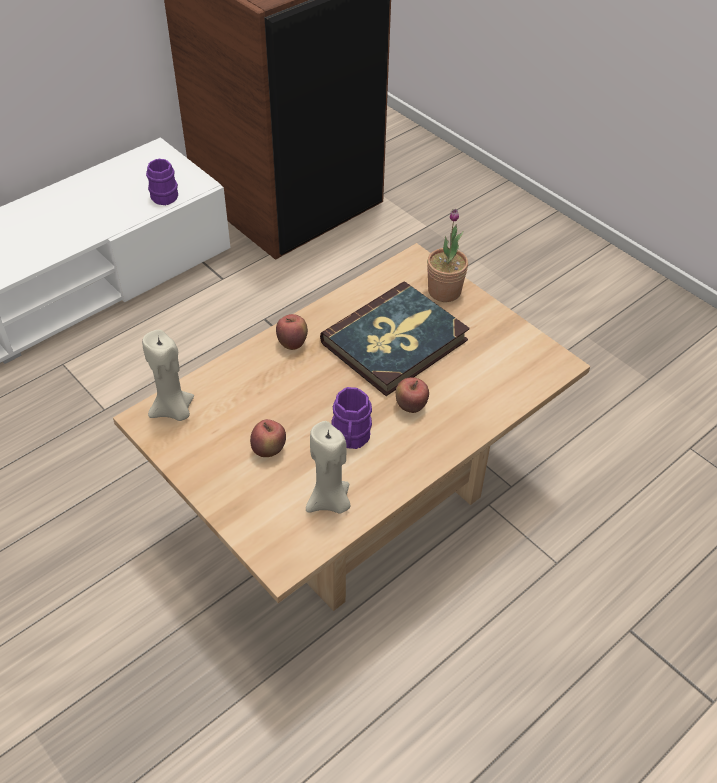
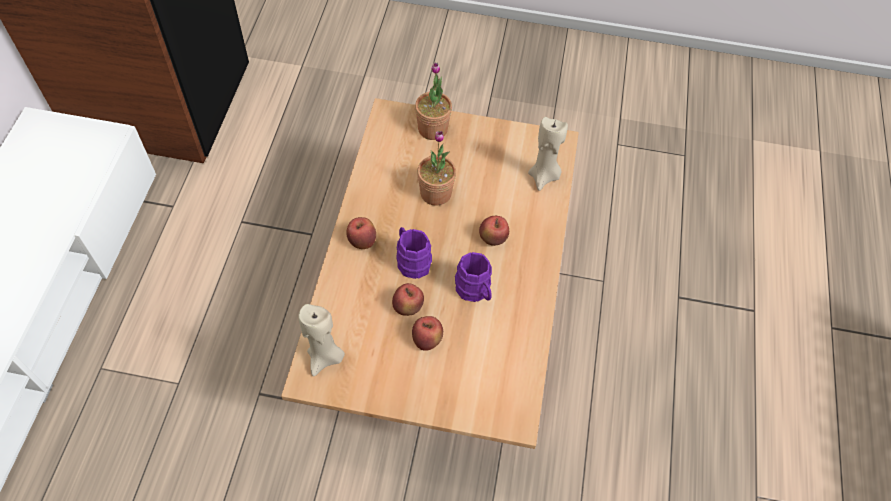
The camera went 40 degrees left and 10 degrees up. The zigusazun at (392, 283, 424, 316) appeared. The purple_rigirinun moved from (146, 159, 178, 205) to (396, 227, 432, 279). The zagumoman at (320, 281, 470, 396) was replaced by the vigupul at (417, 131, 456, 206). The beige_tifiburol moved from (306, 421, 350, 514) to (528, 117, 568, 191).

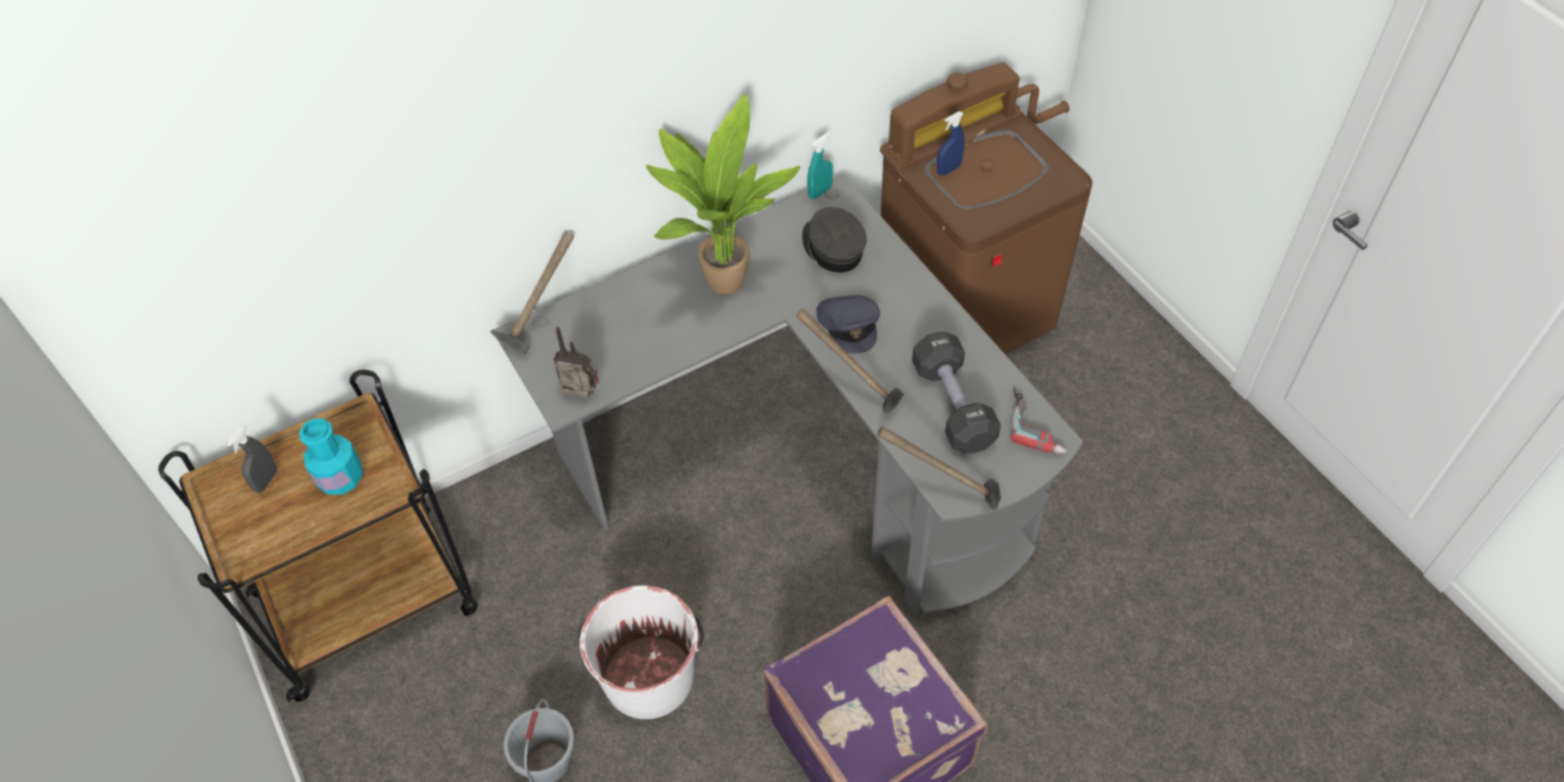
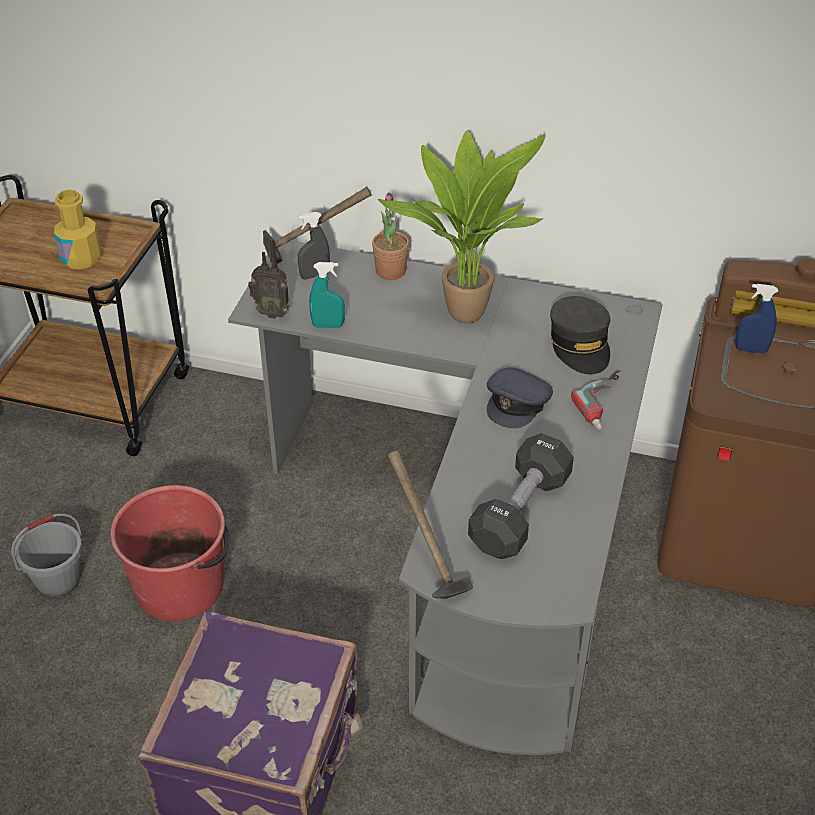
The camera went 45 degrees right and 10 degrees down. The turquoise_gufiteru at (299, 418, 363, 495) became the yellow_gufiteru at (54, 189, 101, 269). The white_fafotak at (578, 585, 704, 719) became the red_fafotak at (110, 485, 230, 621). The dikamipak at (554, 327, 599, 398) turned 135 degrees clockwise. The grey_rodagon moved from (227, 425, 277, 493) to (298, 212, 330, 280). The turquoise_rodagon moved from (807, 132, 833, 199) to (309, 262, 345, 328). The vigupul at (372, 192, 409, 280) appeared. The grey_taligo at (802, 207, 867, 273) turned 150 degrees clockwise. The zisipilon moved from (1010, 387, 1066, 454) to (571, 371, 620, 430). The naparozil at (796, 309, 904, 414) disappeared.

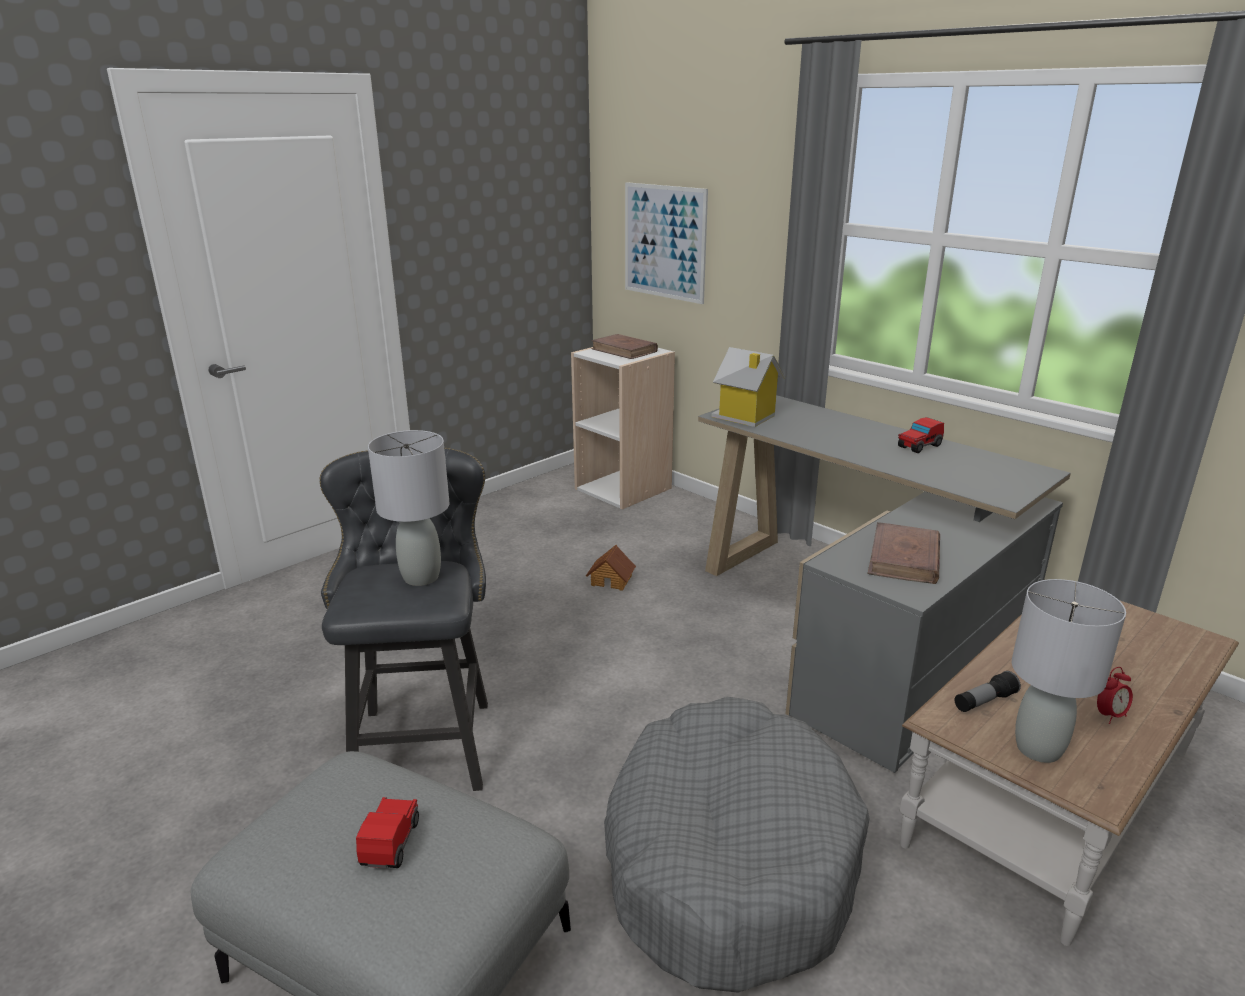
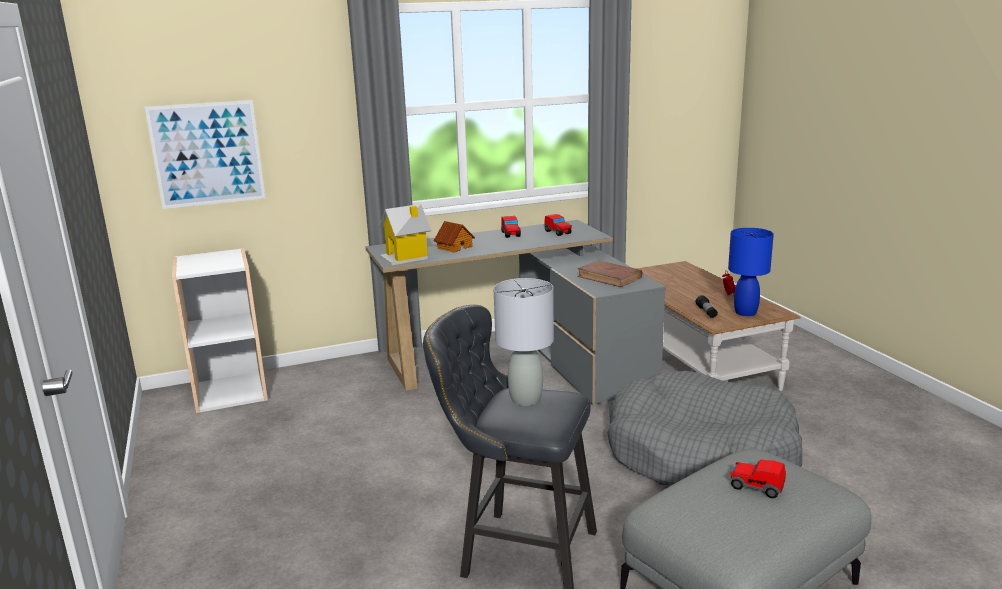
The camera went 65 degrees left and 5 degrees down. The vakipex moved from (586, 545, 636, 591) to (434, 221, 475, 253). The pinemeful at (544, 214, 572, 236) appeared. The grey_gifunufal at (1012, 579, 1126, 763) became the blue_gifunufal at (728, 228, 774, 316). The brown_zagumoman at (591, 334, 658, 359) disappeared.

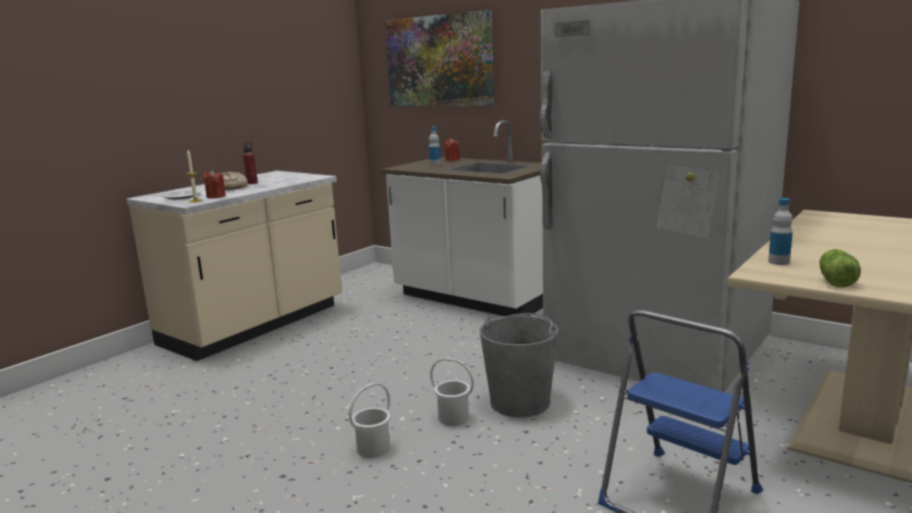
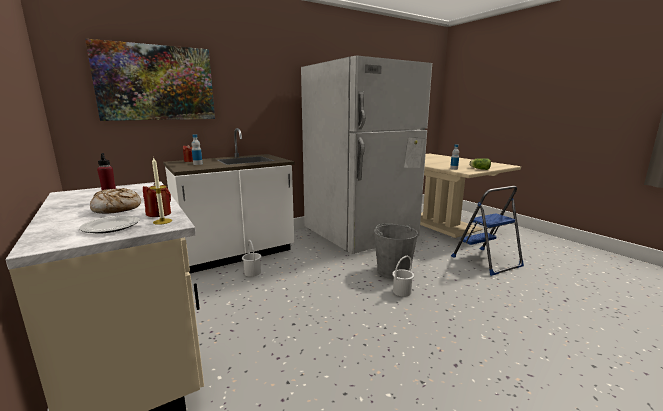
The camera went 70 degrees left and 0 degrees up. The white_fafotak moved from (349, 383, 391, 458) to (242, 240, 261, 277).

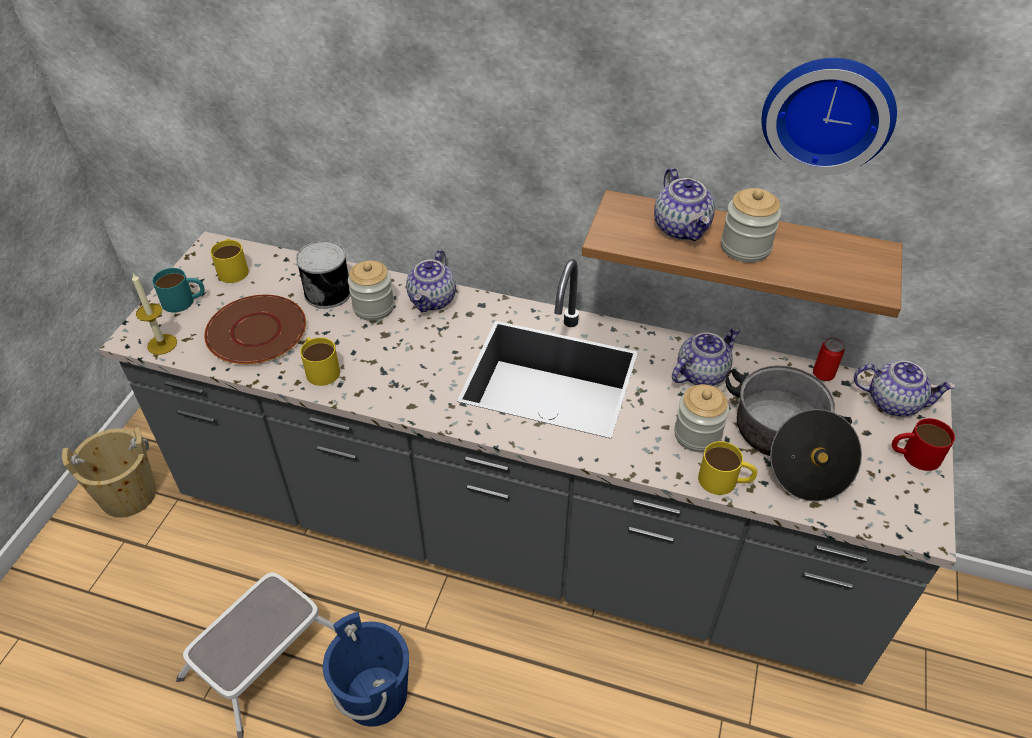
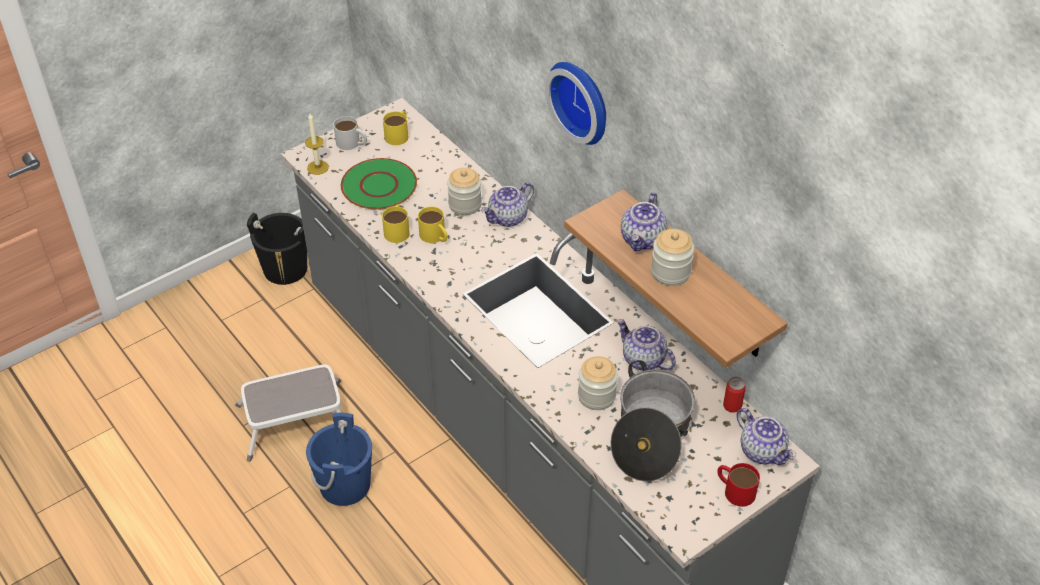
The camera went 35 degrees right and 0 degrees up. The beige_fafotak at (62, 427, 156, 517) became the black_fafotak at (247, 212, 307, 285). The turquoise_rigirinun at (152, 268, 204, 313) became the white_rigirinun at (333, 116, 367, 150). The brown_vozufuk at (204, 295, 306, 364) became the green_vozufuk at (341, 158, 417, 210). The yellow_rigirinun moved from (698, 441, 757, 495) to (418, 207, 447, 243). The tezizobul moved from (762, 58, 897, 175) to (545, 62, 606, 145). The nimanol at (672, 327, 740, 386) turned 135 degrees counterclockwise. The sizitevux at (296, 241, 351, 309) disappeared.

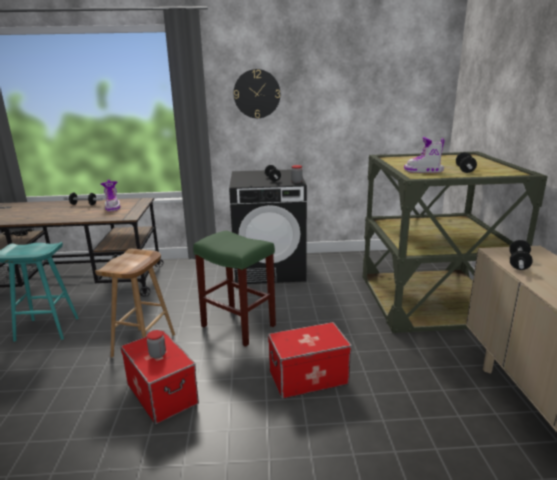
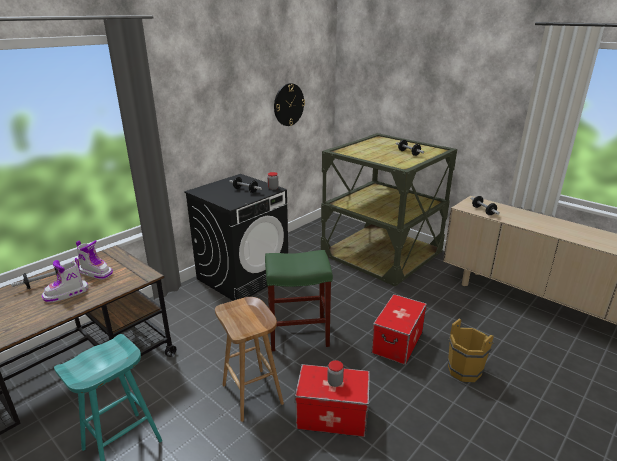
The camera went 45 degrees left and 5 degrees up. The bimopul moved from (404, 137, 444, 173) to (42, 258, 88, 303). The tezizobul moved from (234, 69, 280, 118) to (274, 83, 305, 126). The brown_fafotak at (447, 318, 494, 382) appeared.

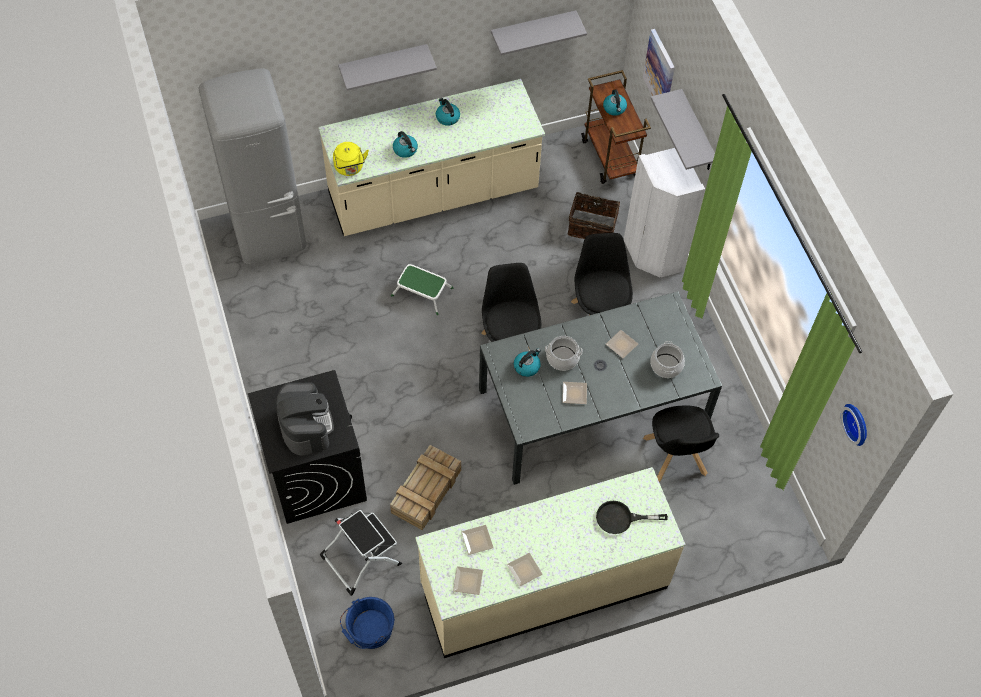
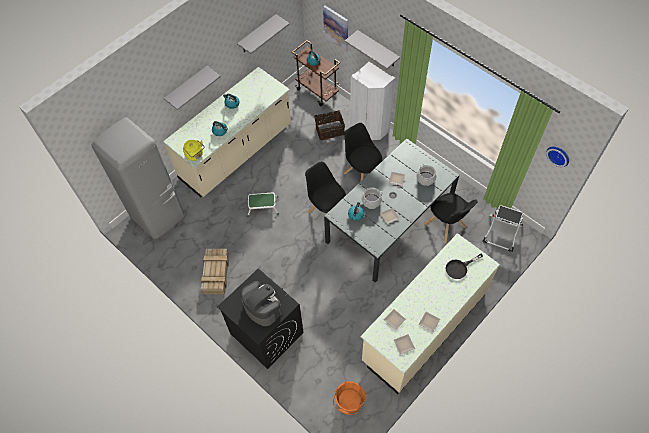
The camera went 25 degrees left and 0 degrees up. The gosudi moved from (390, 445, 461, 530) to (201, 249, 229, 295). The blue_fafotak at (340, 597, 395, 649) became the orange_fafotak at (333, 381, 365, 415). The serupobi moved from (320, 510, 402, 596) to (482, 205, 523, 252).

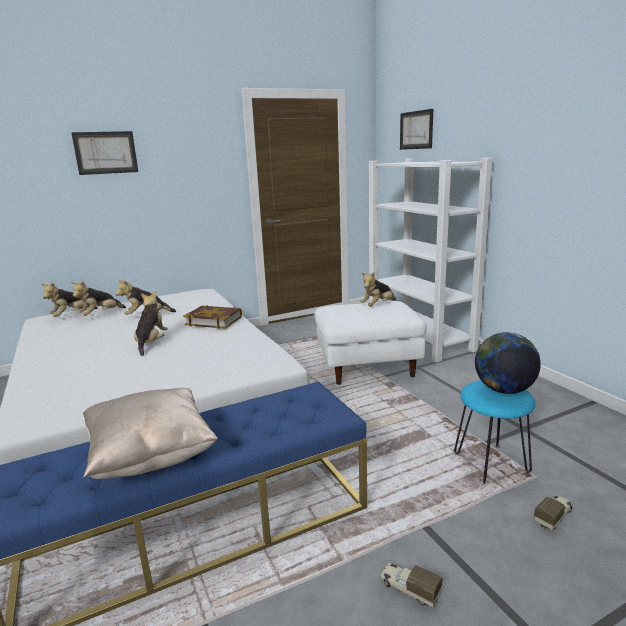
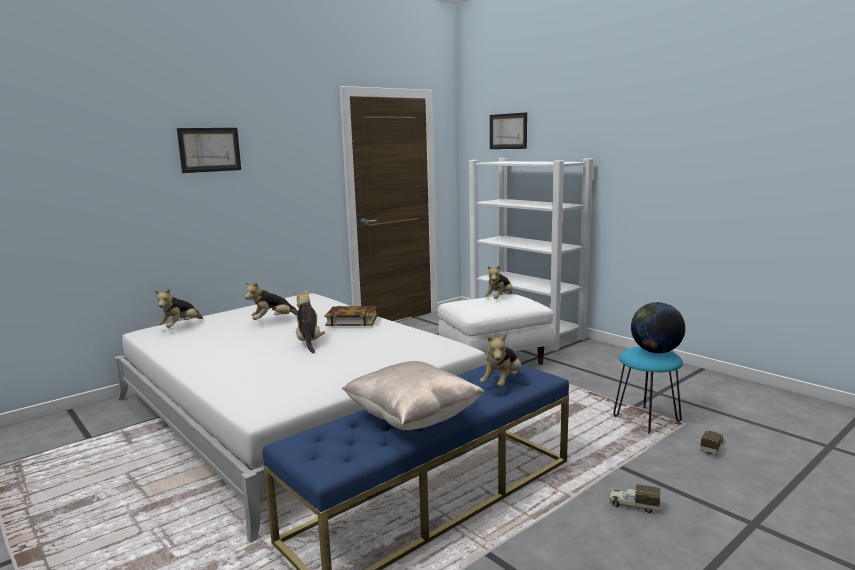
The camera went 15 degrees left and 5 degrees down. The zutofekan moved from (71, 281, 126, 316) to (480, 334, 521, 387).

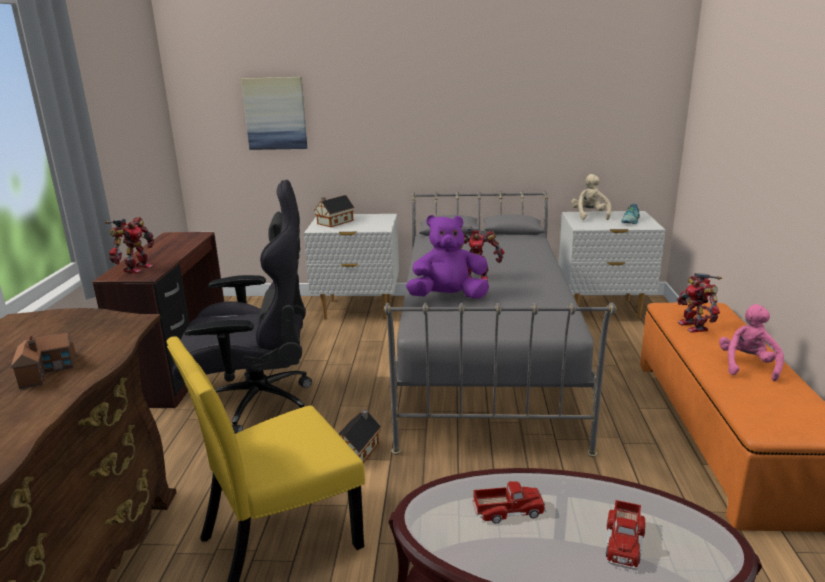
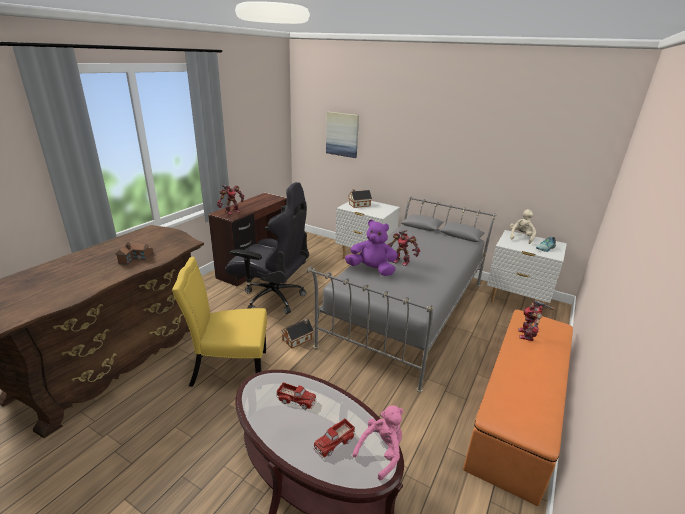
The camera went 25 degrees right and 5 degrees up. The pink_zutofekan moved from (719, 304, 784, 381) to (352, 405, 404, 480).

